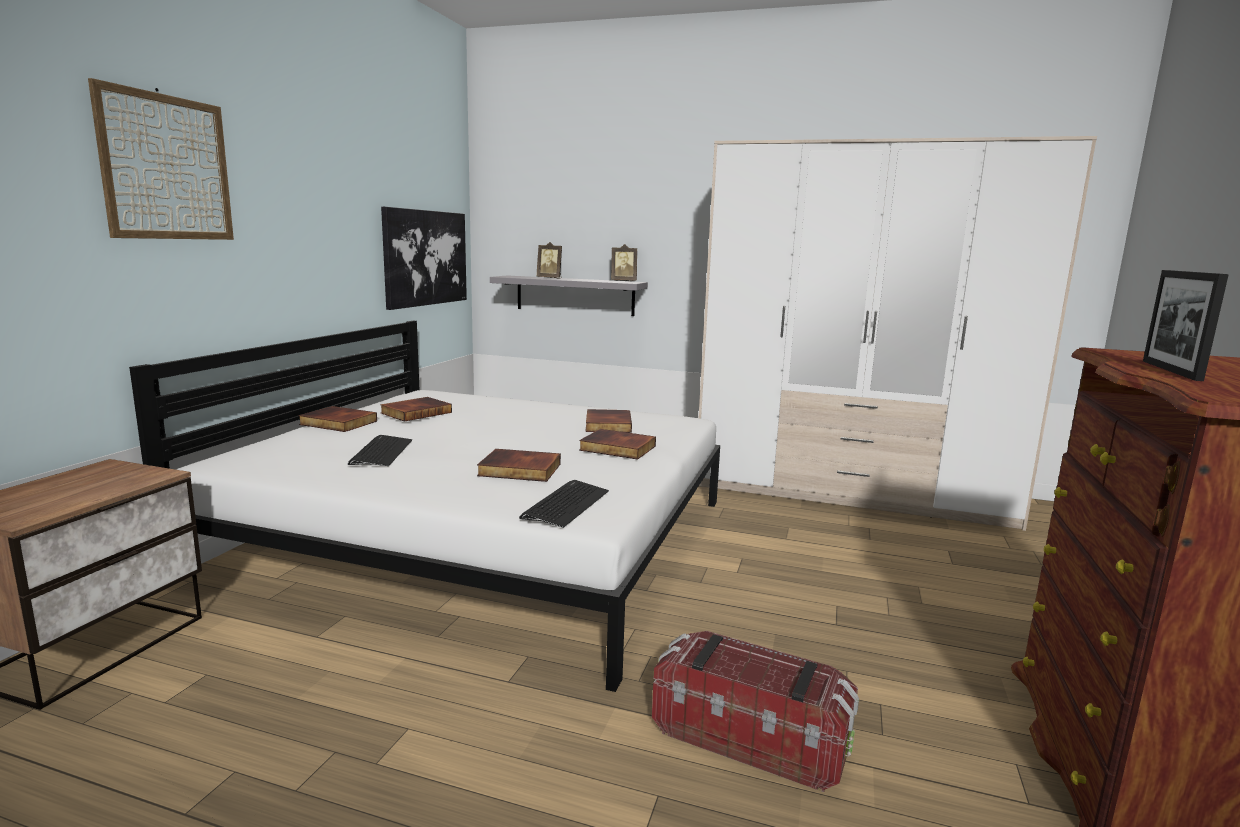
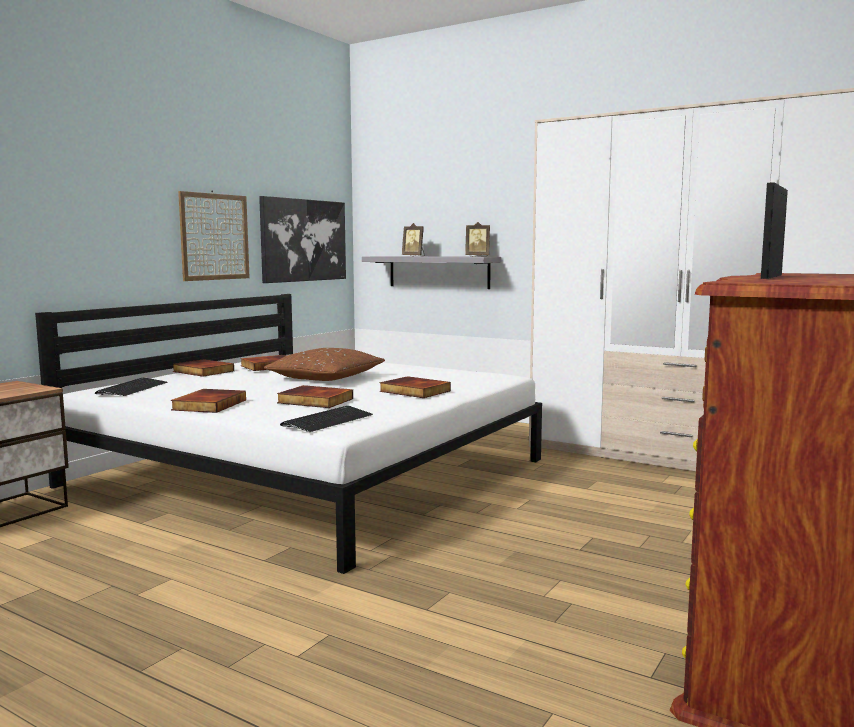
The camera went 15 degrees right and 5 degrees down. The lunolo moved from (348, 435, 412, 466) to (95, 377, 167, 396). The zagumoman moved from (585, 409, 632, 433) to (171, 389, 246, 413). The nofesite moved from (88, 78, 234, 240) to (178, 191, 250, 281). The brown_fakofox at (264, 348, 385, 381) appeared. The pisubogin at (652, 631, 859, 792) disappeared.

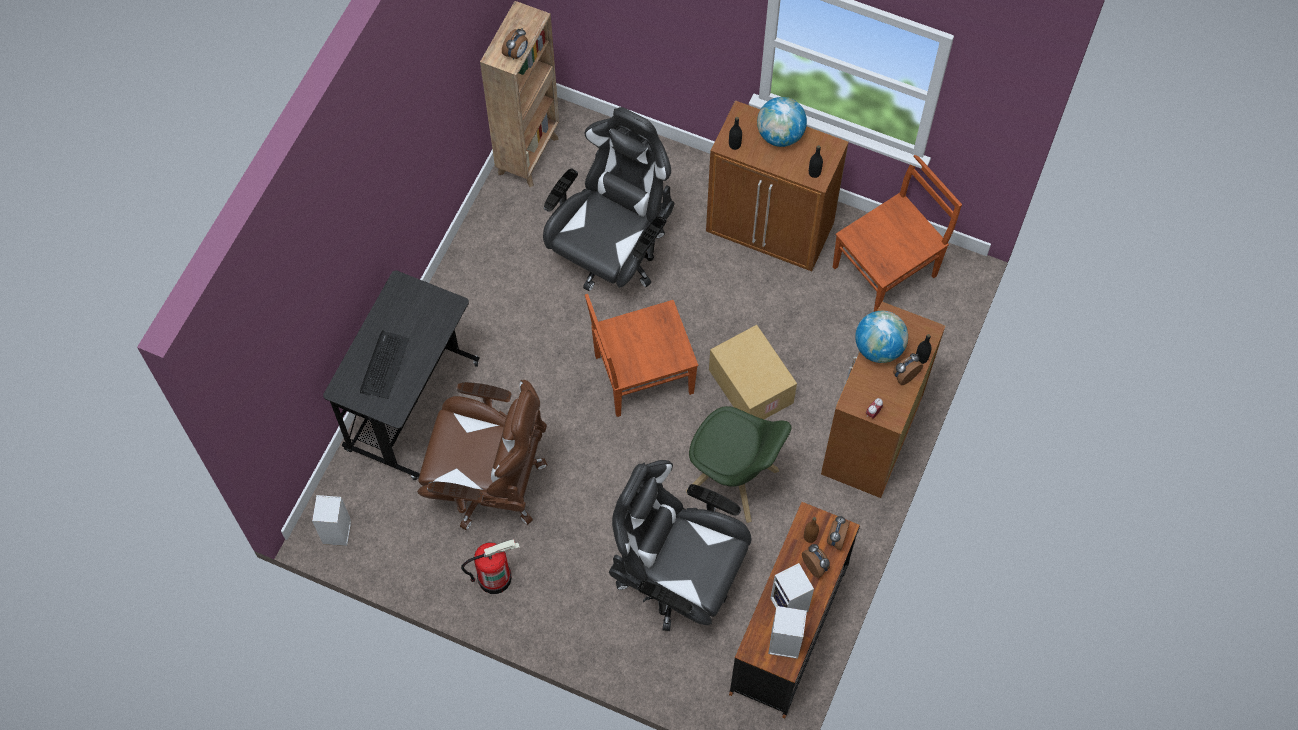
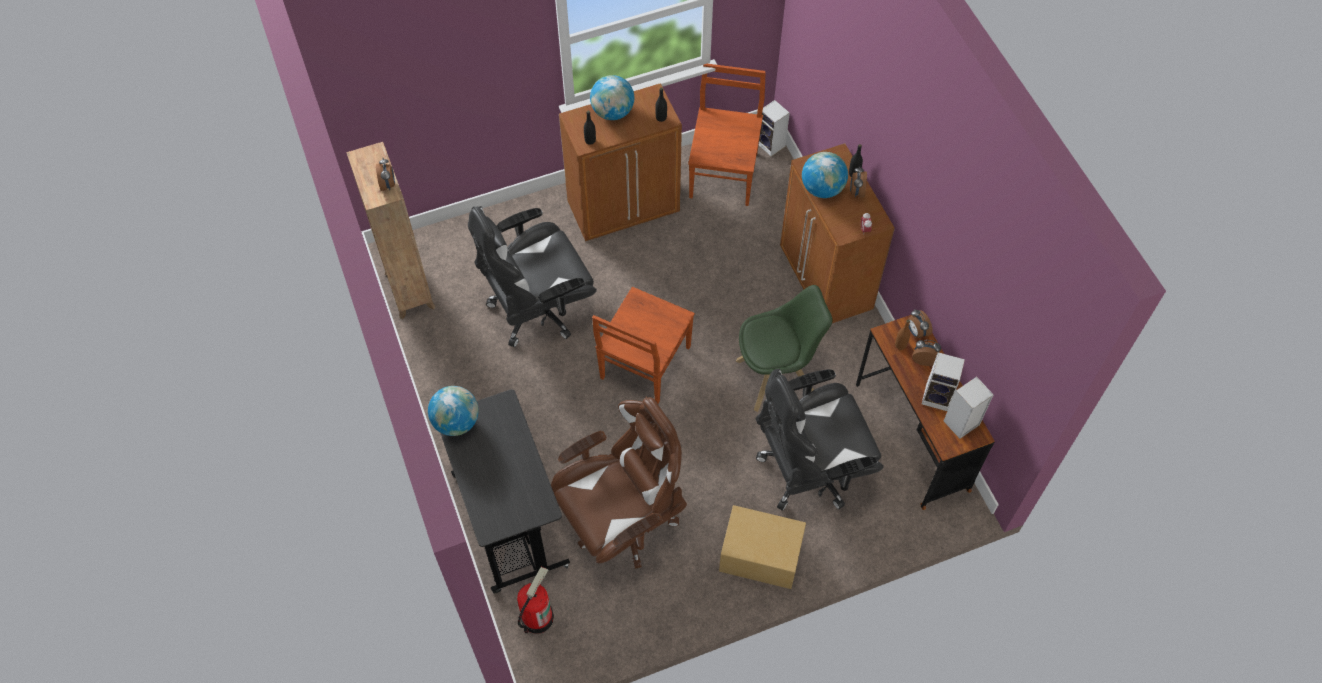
The camera went 45 degrees left and 5 degrees down. The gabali at (428, 386, 479, 436) appeared. The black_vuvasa at (543, 107, 674, 291) turned 105 degrees counterclockwise. The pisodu moved from (461, 539, 520, 594) to (517, 567, 554, 634). The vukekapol moved from (709, 325, 797, 420) to (719, 505, 806, 589). The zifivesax moved from (312, 495, 351, 546) to (759, 100, 790, 156). The lunolo at (360, 330, 409, 399) disappeared.

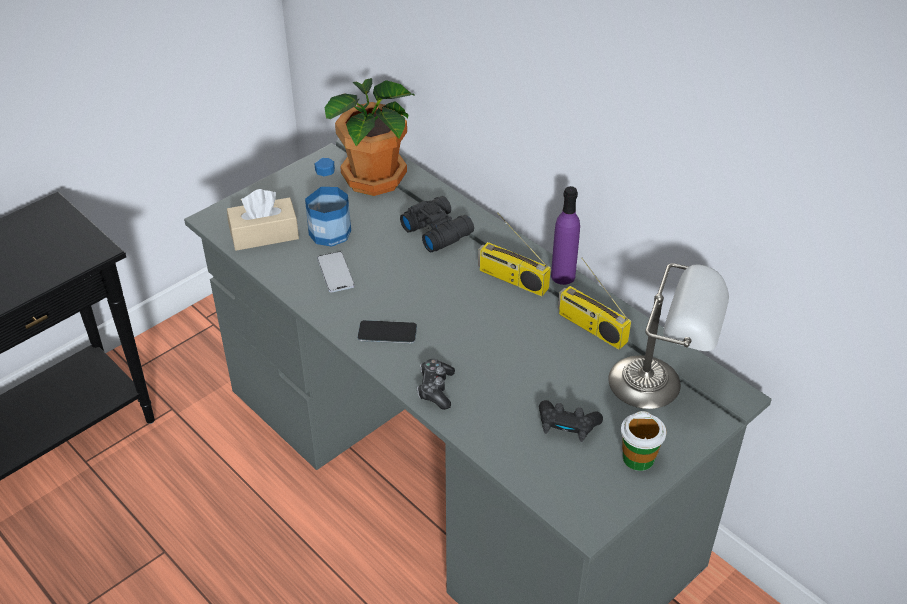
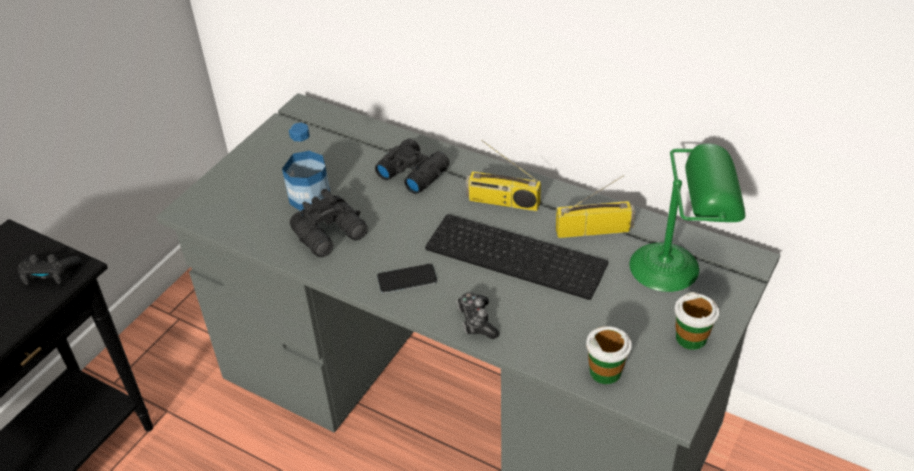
The camera went 15 degrees left and 0 degrees up. The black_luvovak moved from (539, 400, 603, 442) to (18, 254, 81, 285). The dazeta at (317, 251, 355, 293) was replaced by the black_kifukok at (290, 189, 368, 257). The lunolo at (425, 214, 608, 300) appeared. The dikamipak at (558, 258, 631, 350) turned 150 degrees clockwise. The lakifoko at (586, 326, 632, 384) appeared. The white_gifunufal at (608, 263, 729, 409) became the green_gifunufal at (630, 144, 746, 292). The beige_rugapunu at (227, 189, 299, 251) disappeared. The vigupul at (324, 78, 415, 196) disappeared. The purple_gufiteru at (551, 186, 580, 285) disappeared.

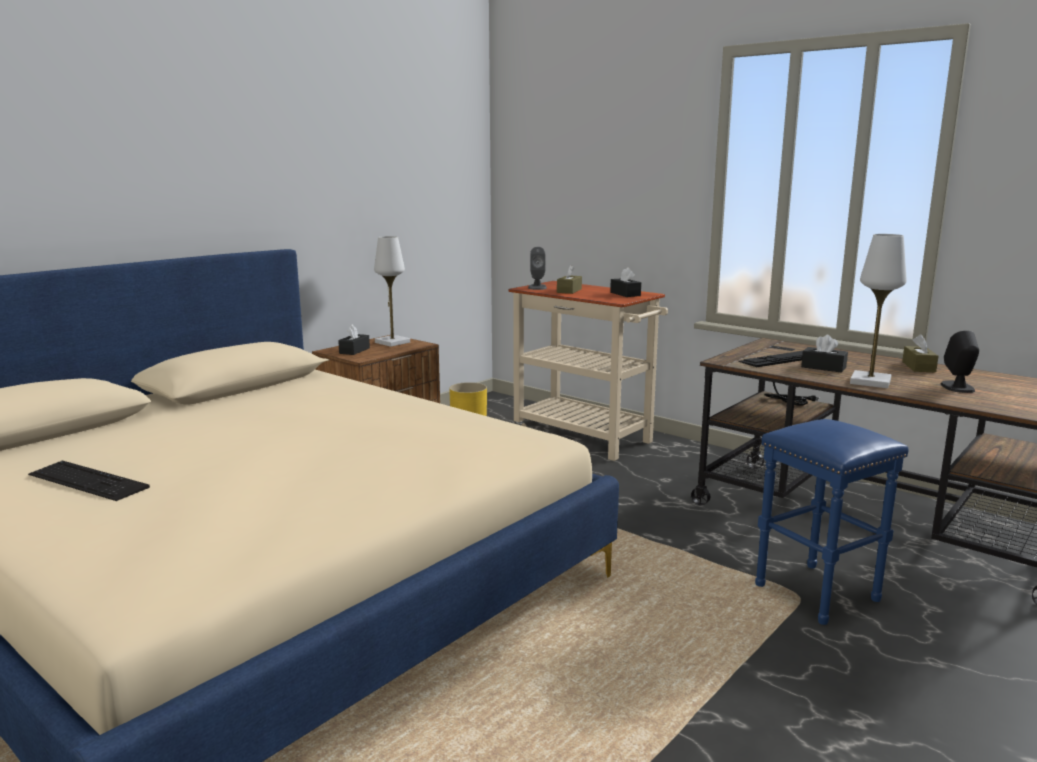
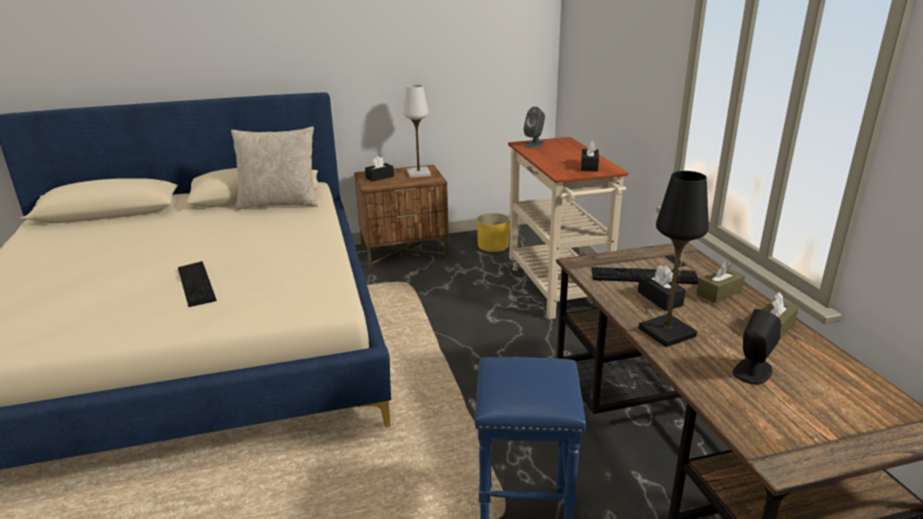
The camera went 35 degrees right and 10 degrees up. The lunolo moved from (28, 460, 150, 501) to (178, 261, 217, 307). The beige_fakofox at (231, 127, 318, 210) appeared. The white_gifunufal at (850, 234, 906, 388) became the black_gifunufal at (639, 171, 709, 347). The brown_rugapunu moved from (557, 265, 582, 294) to (696, 261, 745, 303).

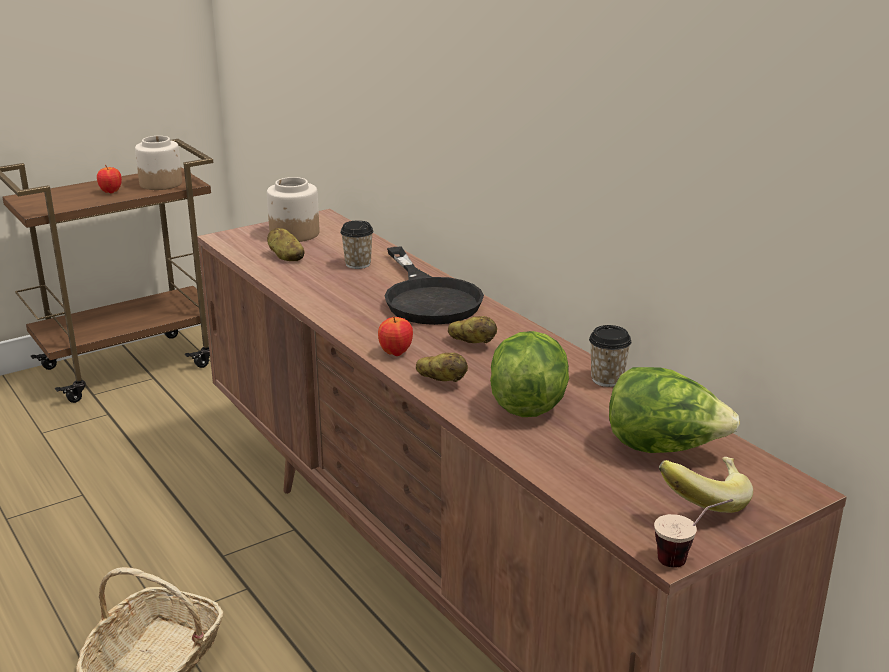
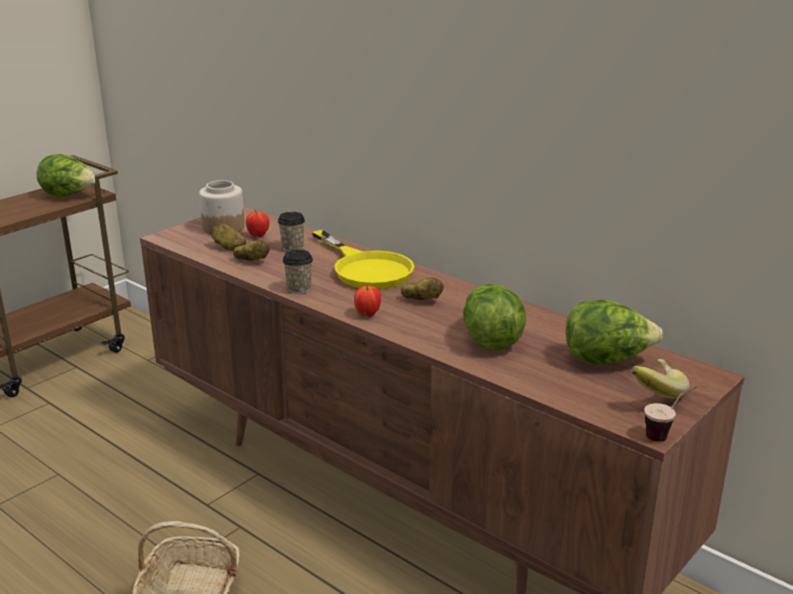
The camera went 15 degrees left and 0 degrees up. The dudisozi at (135, 136, 182, 190) was replaced by the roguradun at (36, 154, 96, 197). The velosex moved from (416, 353, 468, 382) to (233, 240, 270, 261). The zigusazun moved from (97, 165, 122, 193) to (246, 210, 269, 237). The lakifoko moved from (589, 325, 631, 387) to (283, 249, 313, 294). The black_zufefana at (384, 246, 484, 325) became the yellow_zufefana at (312, 230, 414, 289).

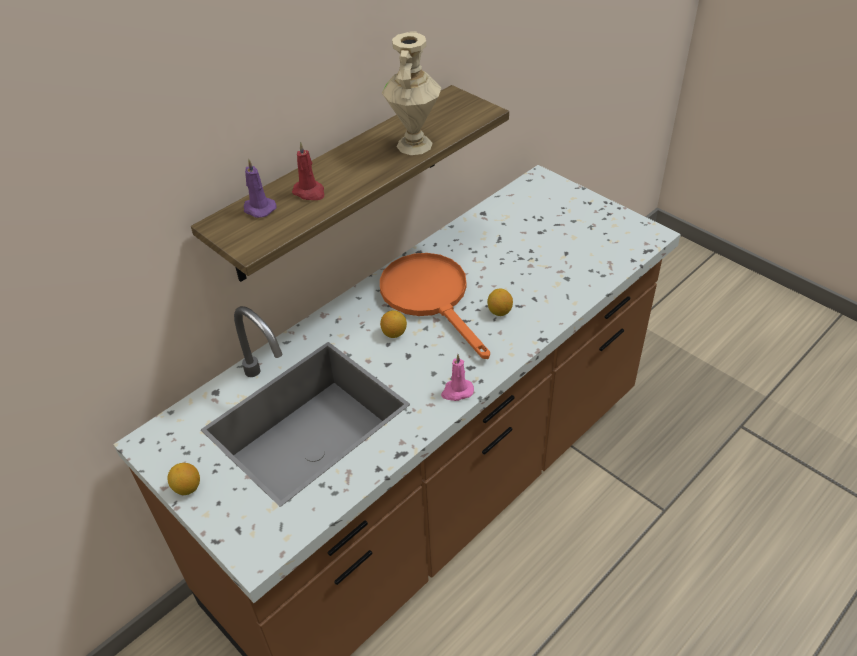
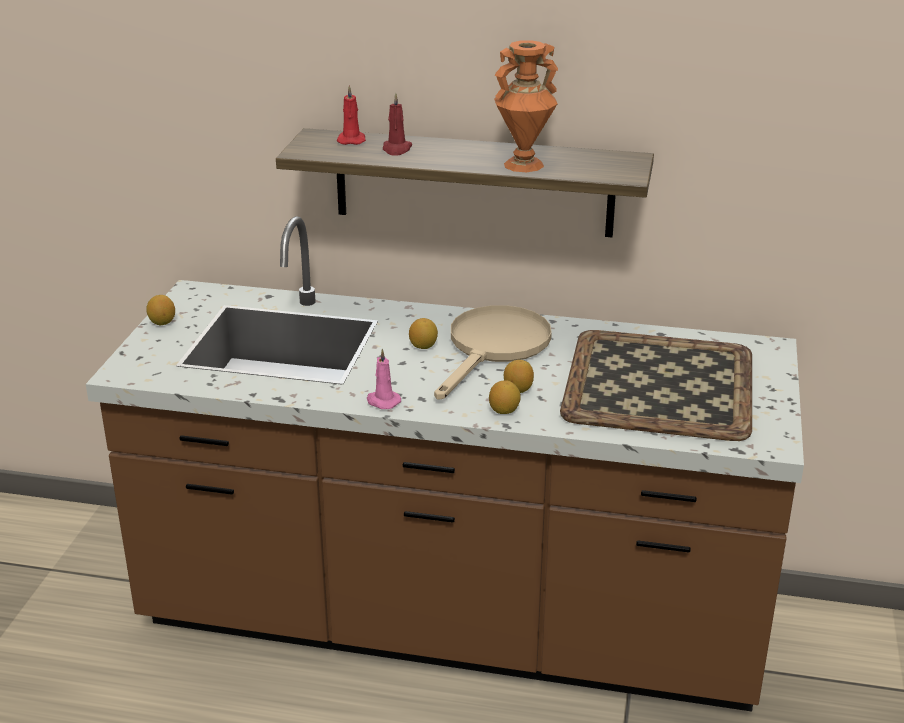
The camera went 55 degrees right and 15 degrees down. The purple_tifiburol at (244, 159, 277, 218) became the red_tifiburol at (337, 85, 366, 145). The orange_zufefana at (380, 253, 490, 359) became the beige_zufefana at (434, 305, 552, 400). The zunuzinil at (489, 380, 521, 414) appeared. The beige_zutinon at (382, 31, 441, 155) became the orange_zutinon at (494, 40, 558, 172). The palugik at (560, 330, 752, 441) appeared.

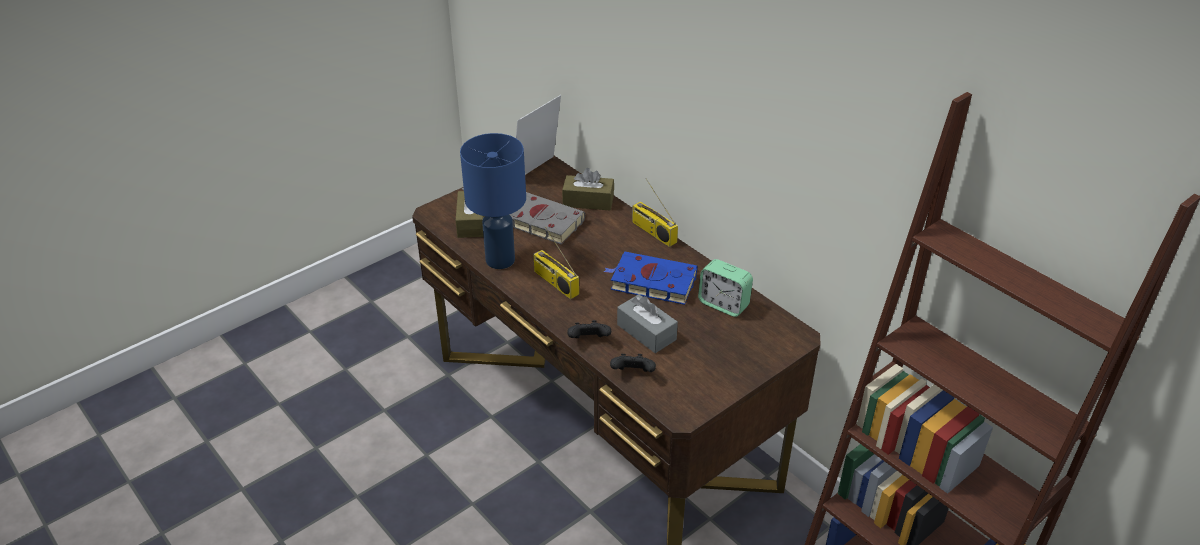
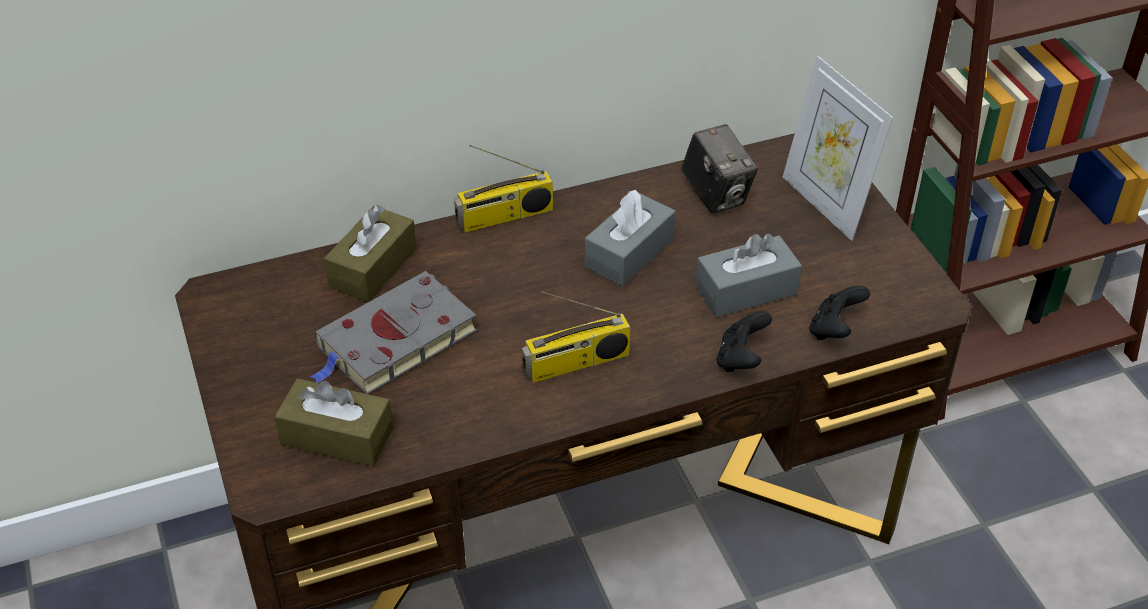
The camera went 70 degrees left and 5 degrees up. The blue_zagumoman at (604, 252, 697, 305) was replaced by the grey_rugapunu at (585, 190, 676, 287). The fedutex at (698, 259, 753, 317) was replaced by the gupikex at (681, 124, 758, 214). The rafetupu moved from (516, 95, 561, 175) to (783, 56, 893, 241). The blue_gifunufal at (460, 133, 526, 269) disappeared.

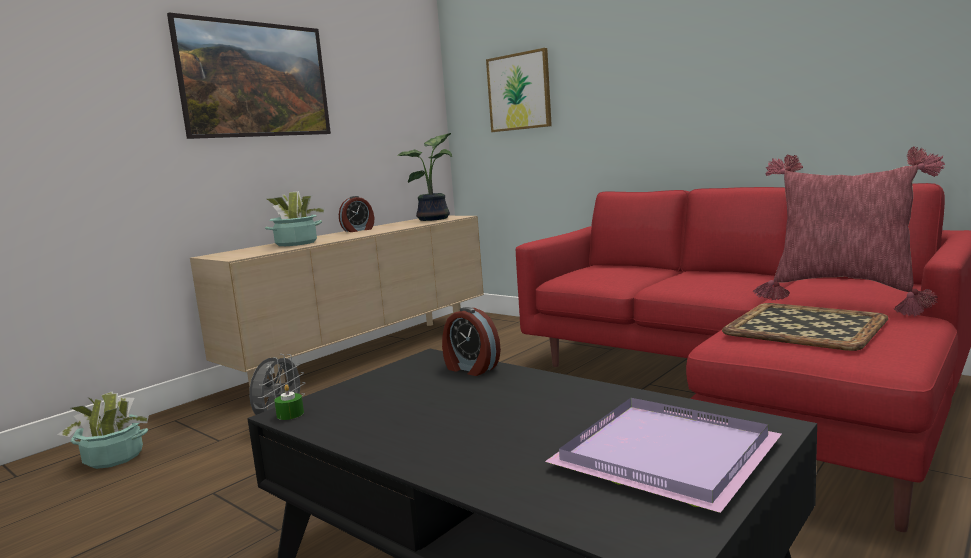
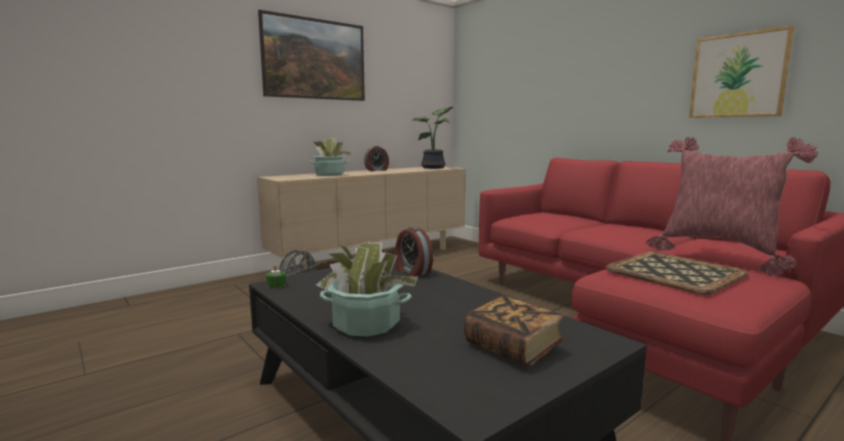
The camera went 10 degrees right and 0 degrees up. The vigupul moved from (57, 391, 149, 469) to (316, 242, 418, 337). The purple_palugik at (545, 398, 782, 513) was replaced by the zagumoman at (464, 296, 564, 367). The nofesite moved from (486, 48, 552, 132) to (689, 26, 795, 118).

